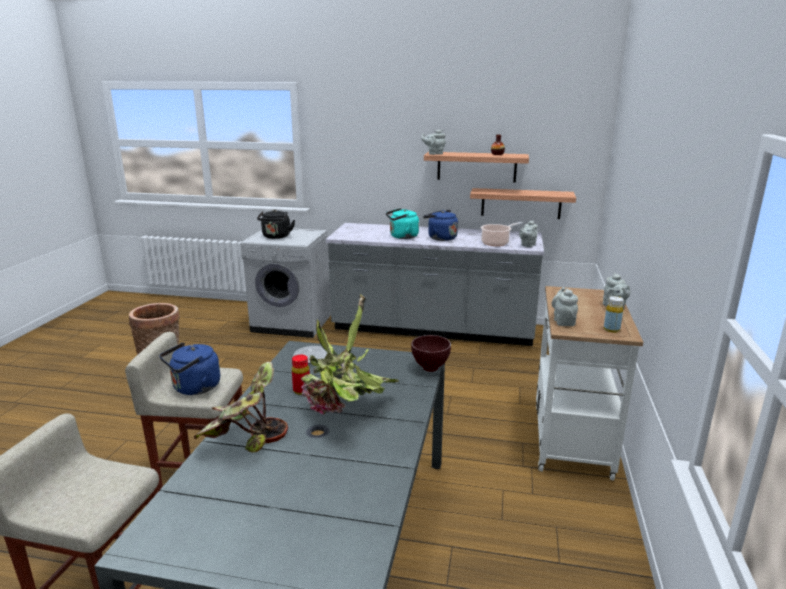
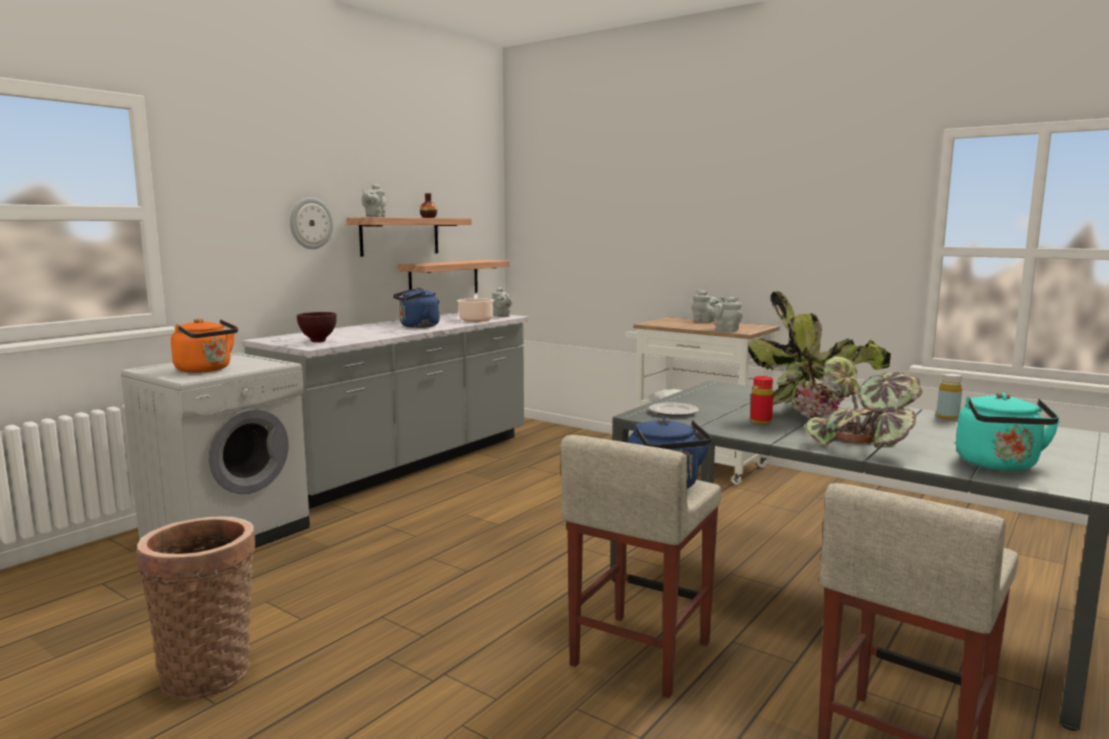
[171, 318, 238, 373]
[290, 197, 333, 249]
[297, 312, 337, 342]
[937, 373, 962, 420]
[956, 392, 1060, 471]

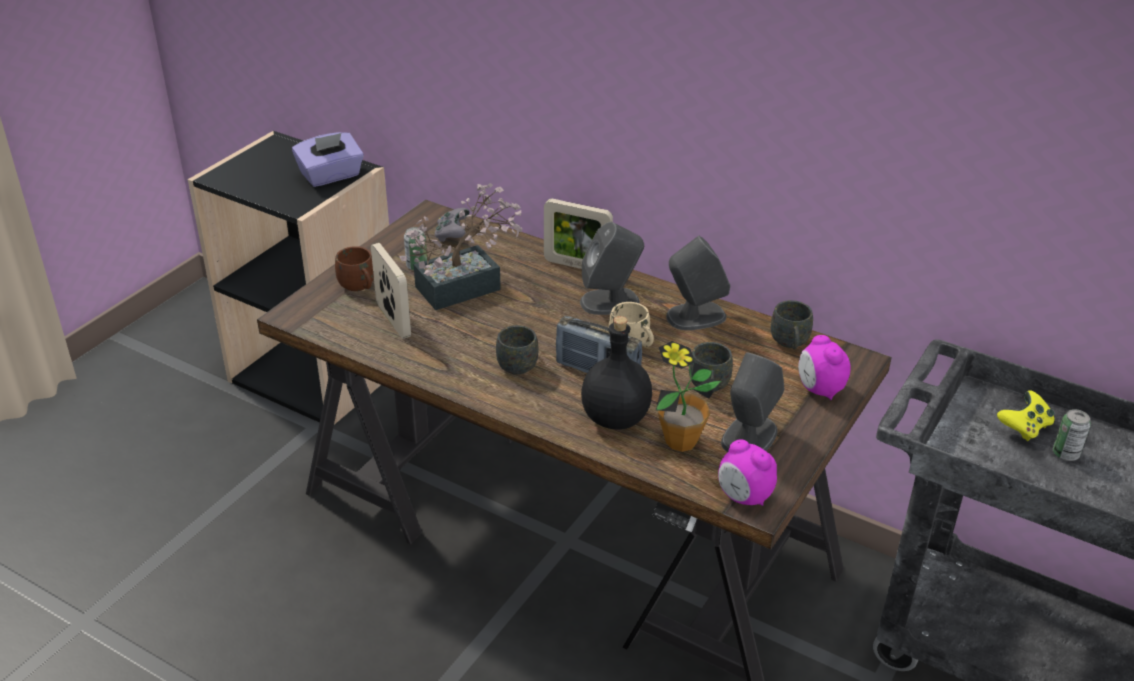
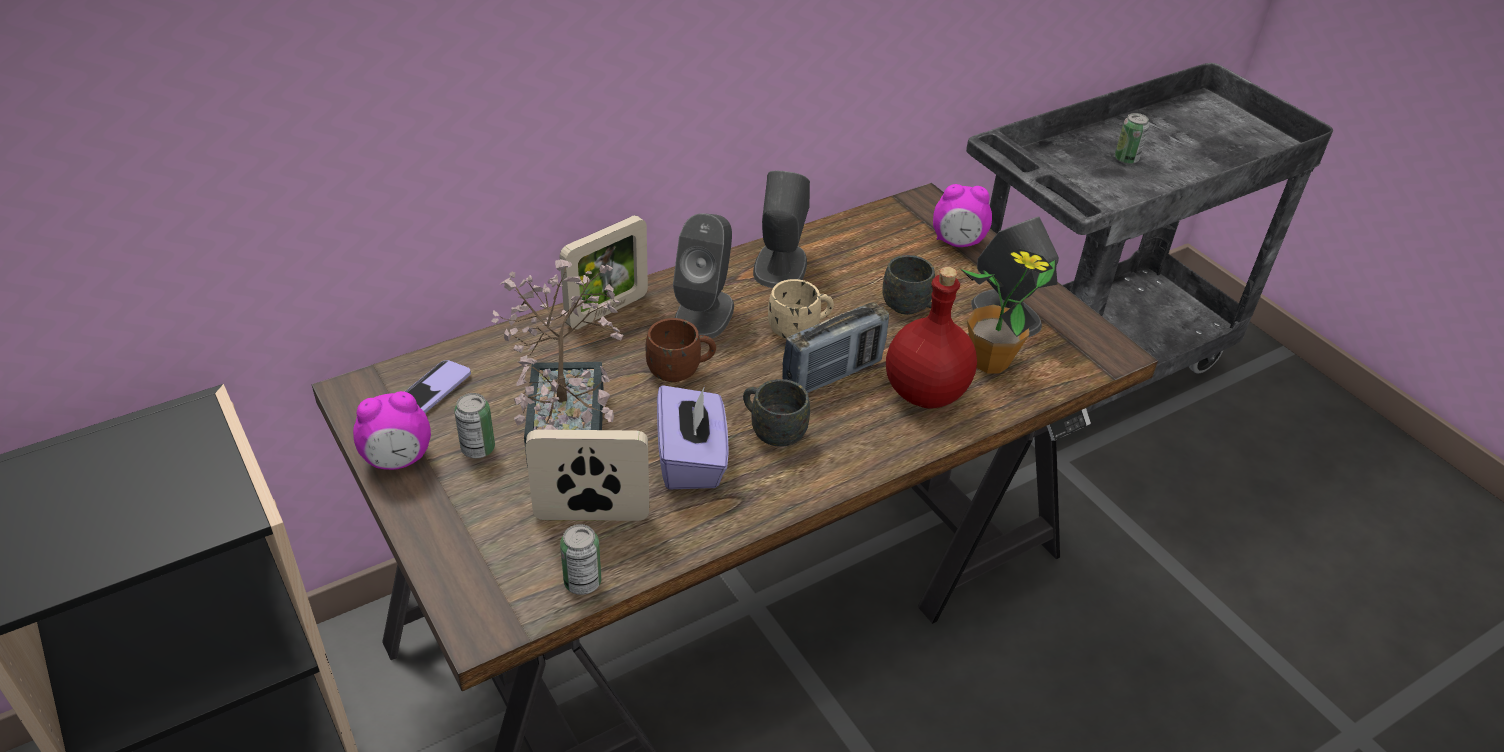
[353, 391, 431, 470]
[405, 360, 471, 413]
[560, 524, 601, 595]
[646, 318, 716, 382]
[657, 385, 729, 490]
[886, 267, 977, 409]
[771, 300, 813, 349] (first image)
[997, 390, 1055, 441] (first image)

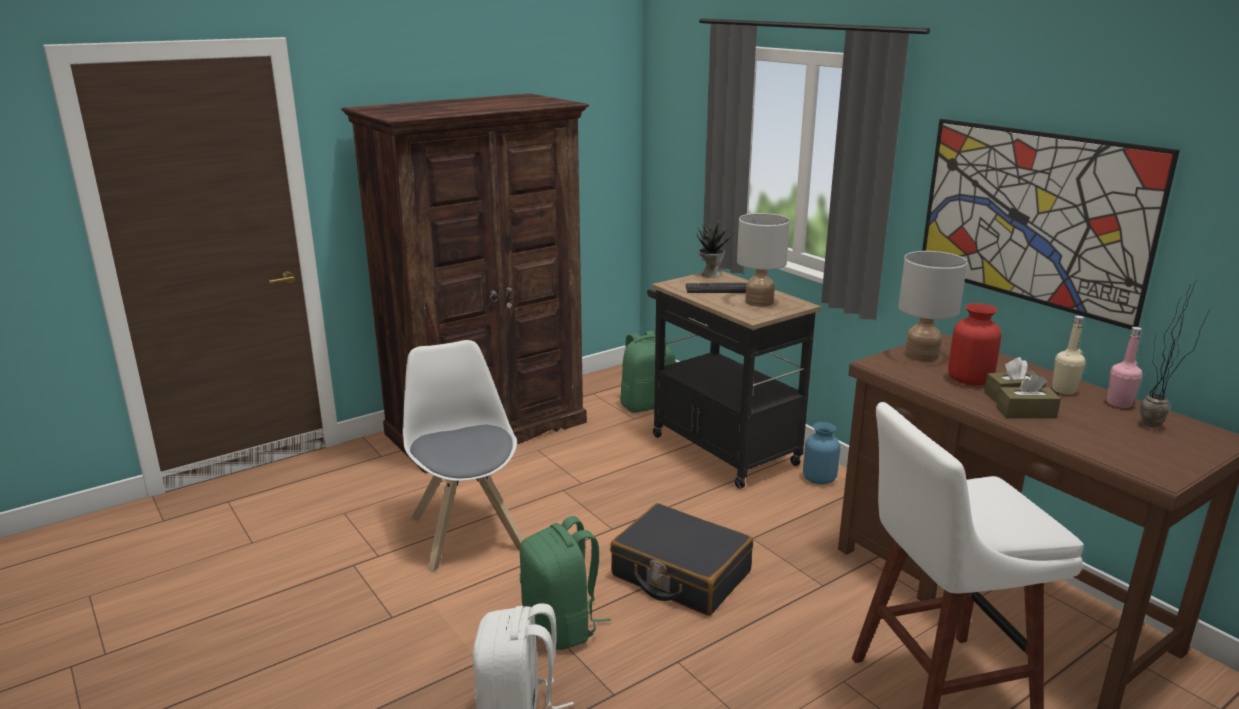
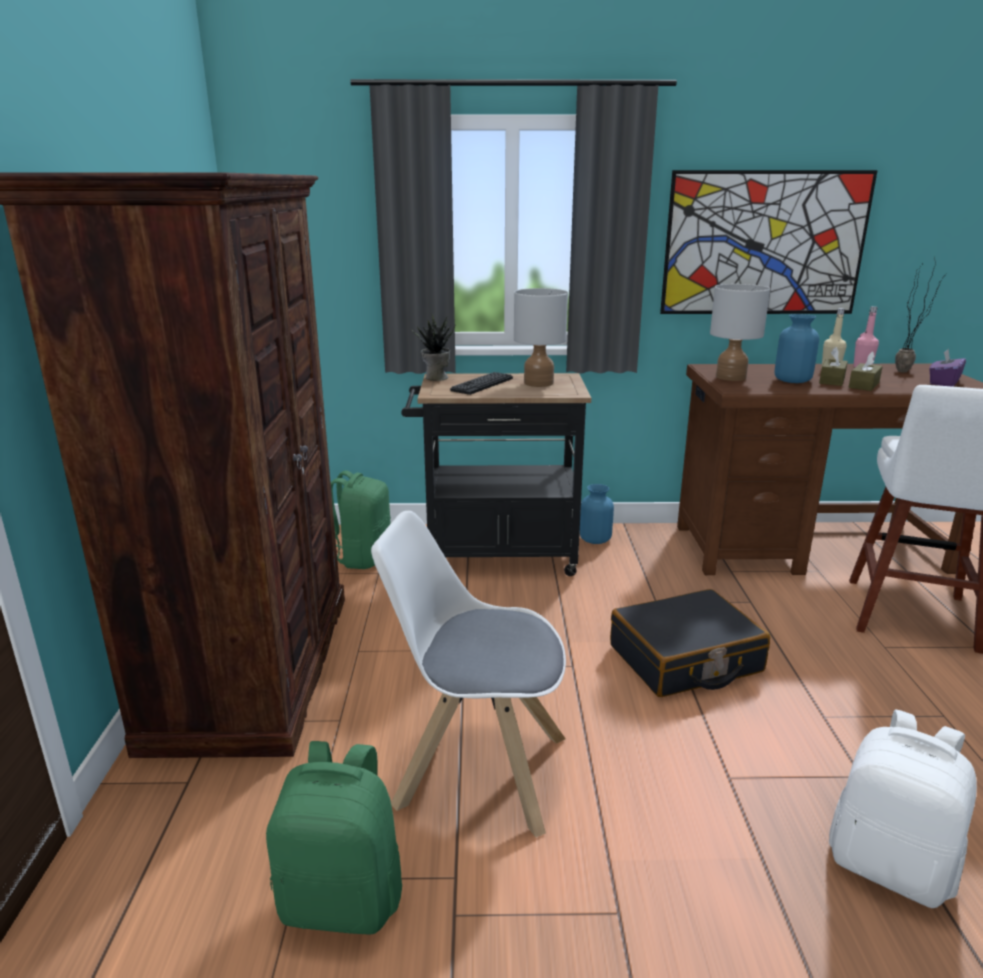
[266, 741, 402, 935]
[775, 314, 819, 383]
[929, 349, 966, 387]

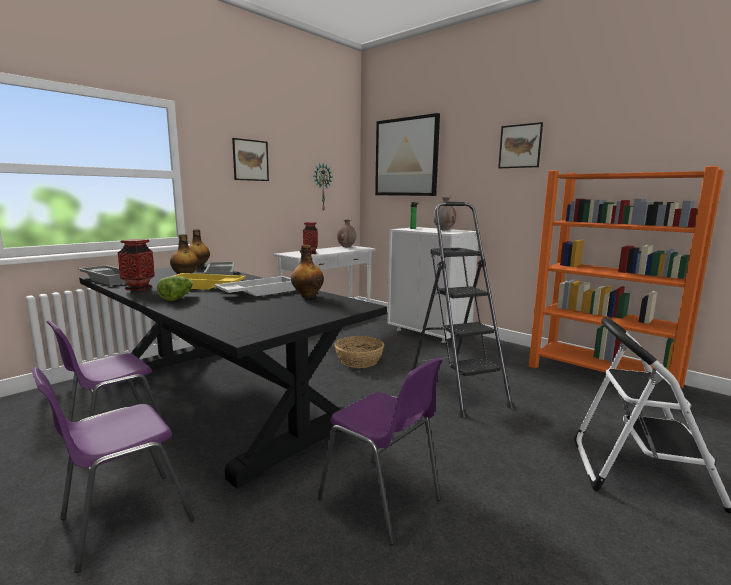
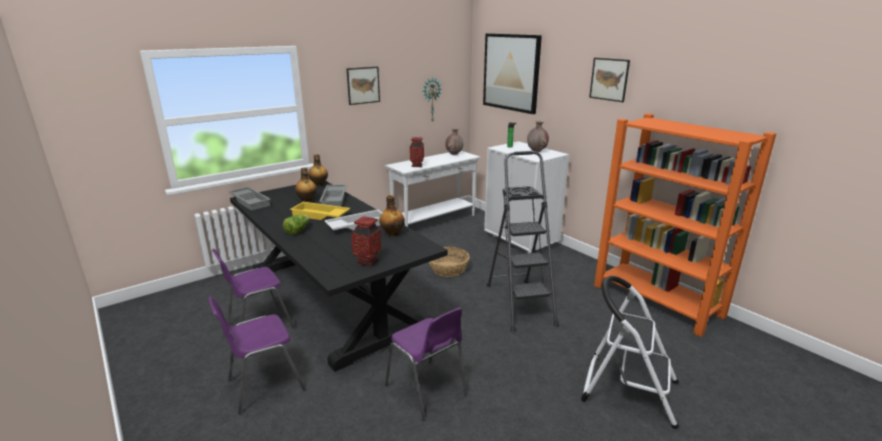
[351, 216, 381, 267]

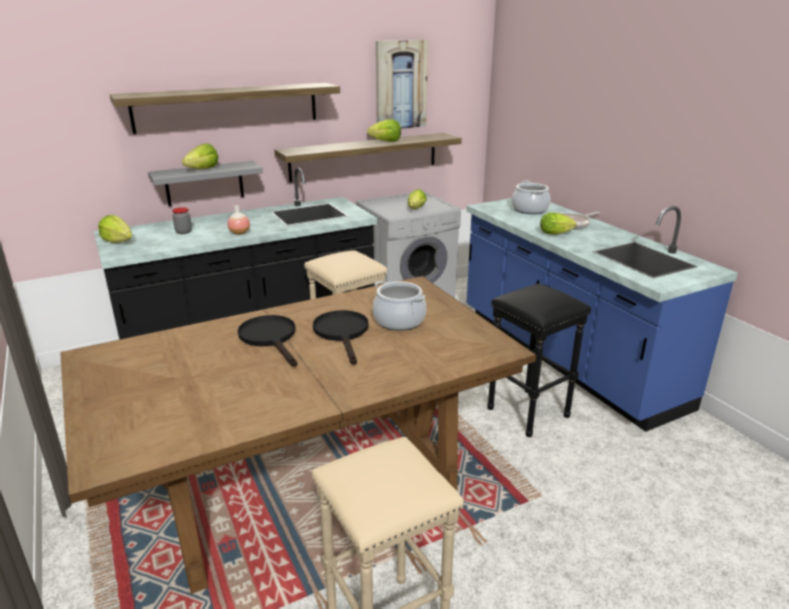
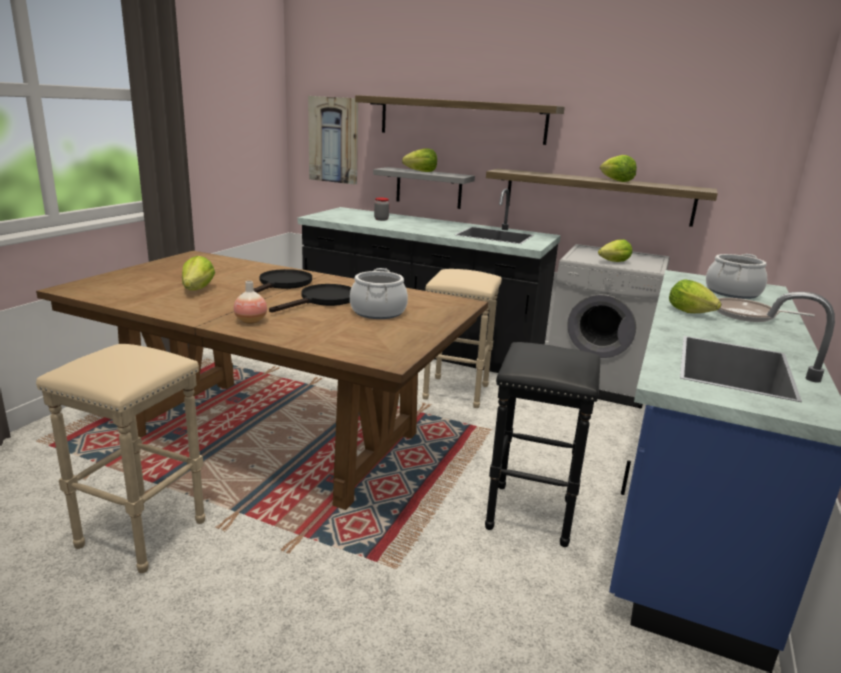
[182, 256, 215, 290]
[234, 281, 267, 324]
[308, 96, 358, 184]

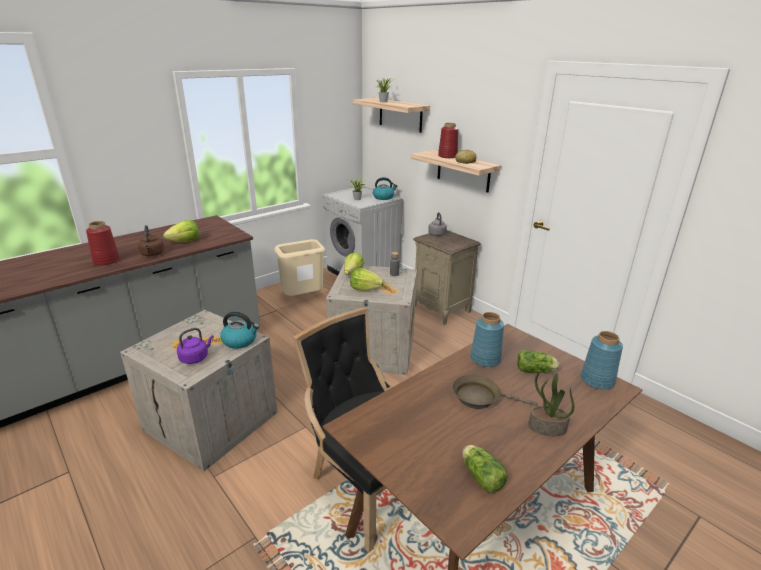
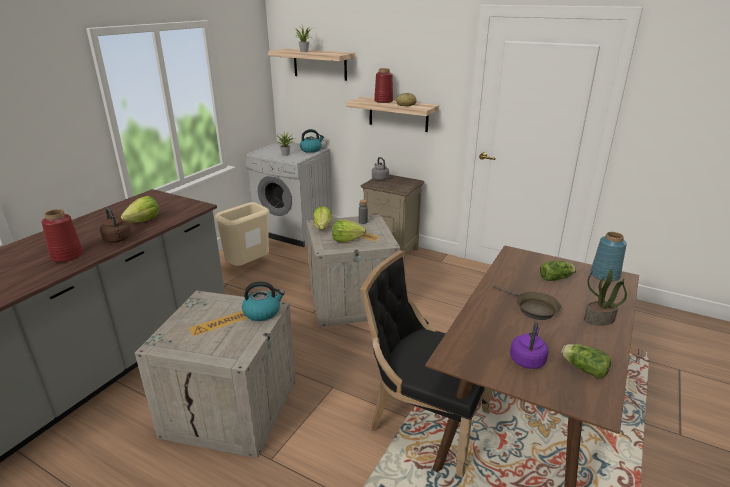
[493, 285, 561, 320]
[510, 322, 548, 369]
[470, 312, 504, 367] (first image)

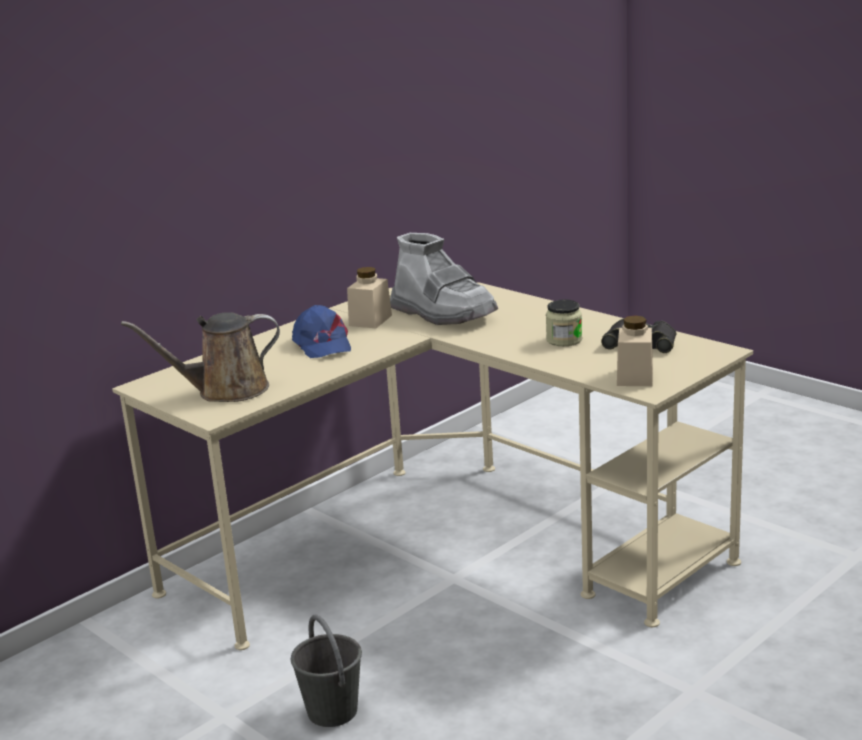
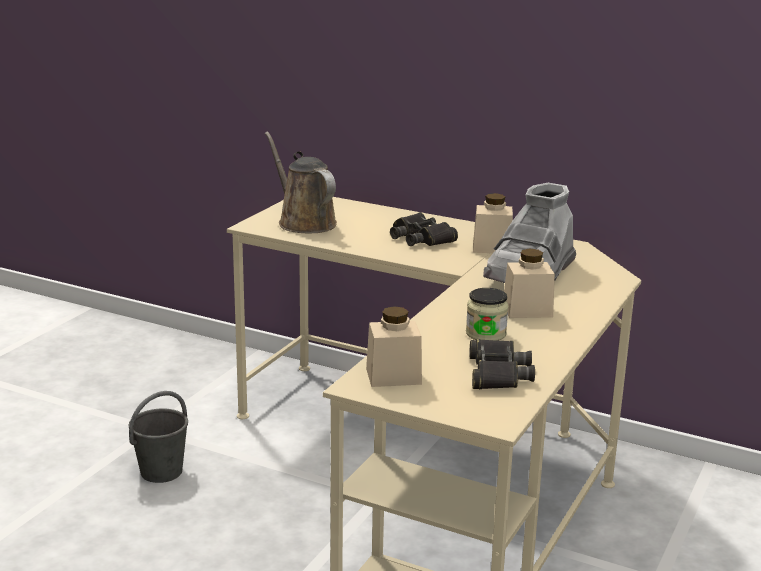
[390, 212, 458, 246]
[504, 248, 555, 318]

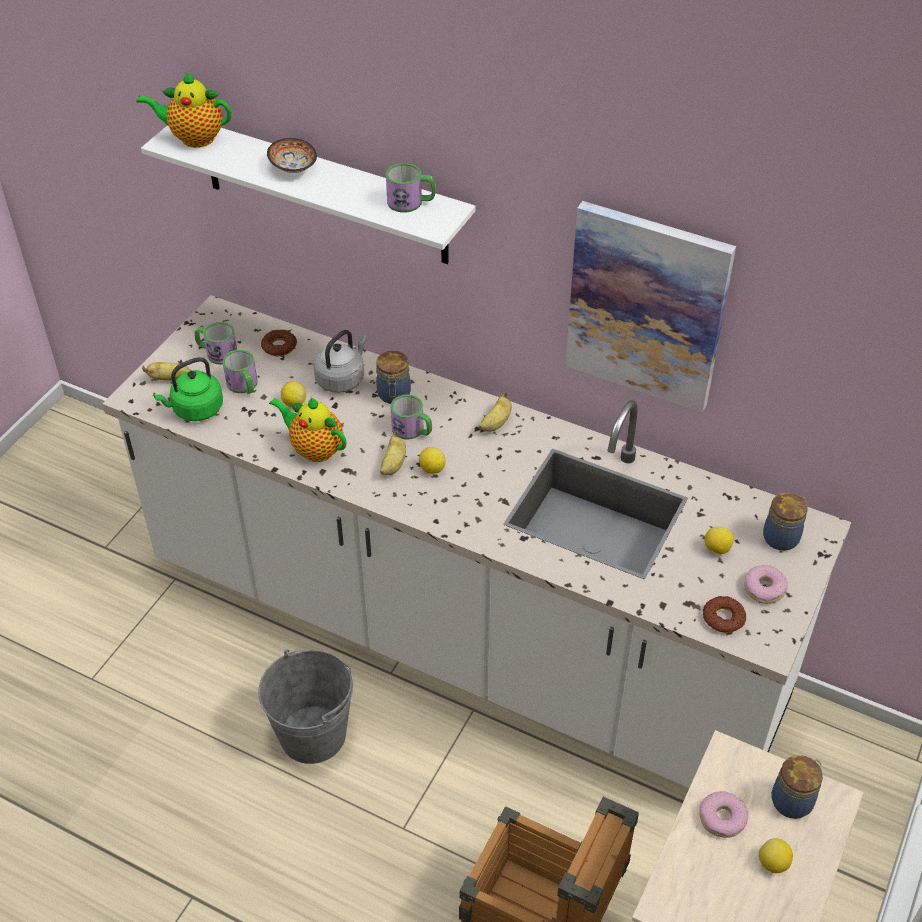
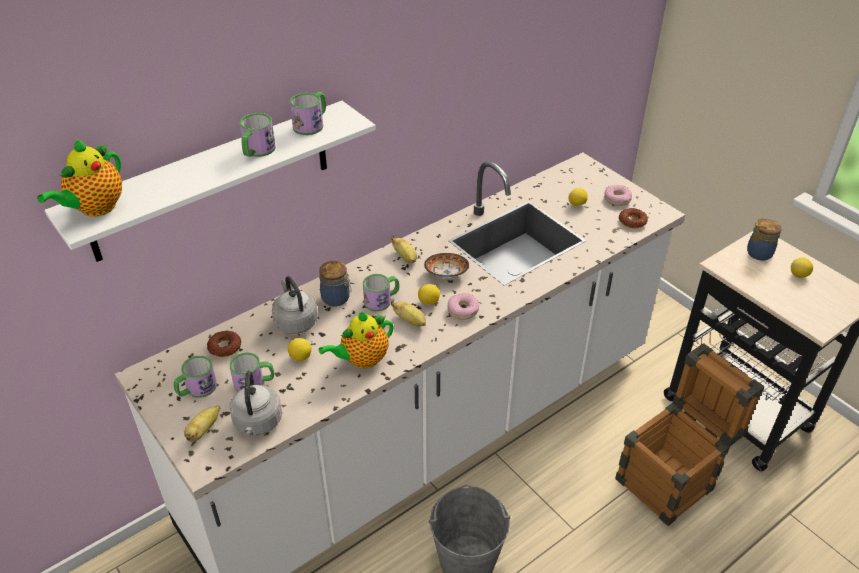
[230, 371, 282, 435]
[240, 113, 276, 157]
[424, 253, 469, 278]
[447, 293, 479, 320]
[565, 201, 736, 413] (first image)
[763, 493, 807, 551] (first image)

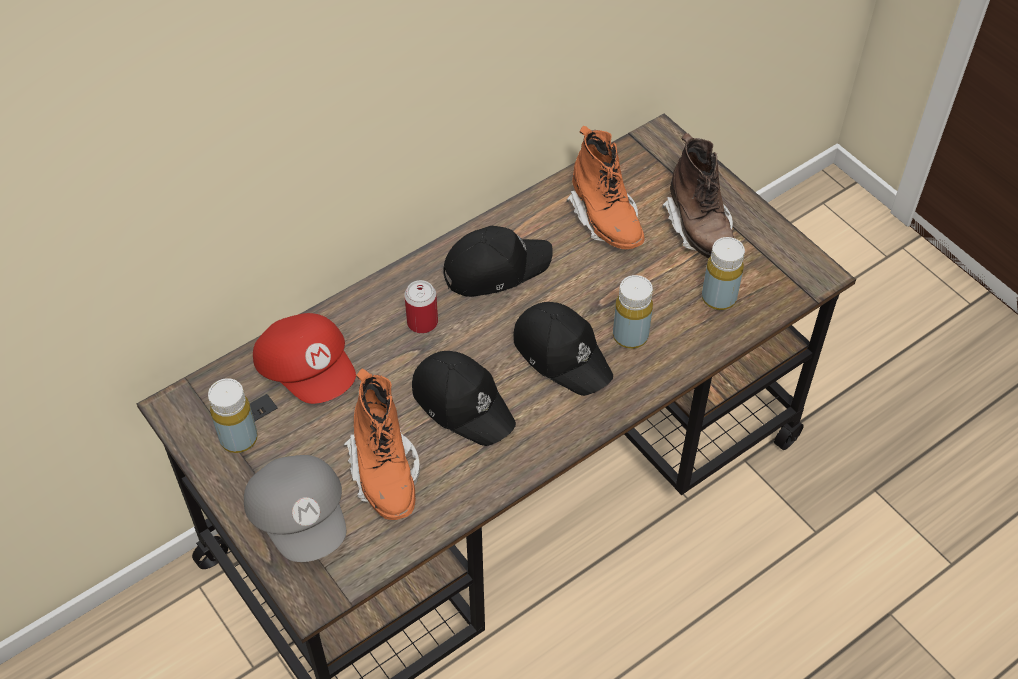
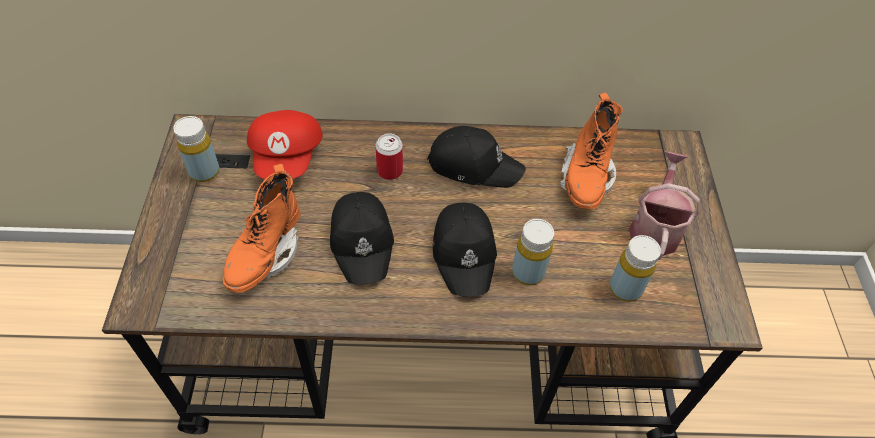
[629, 151, 700, 260]
[244, 455, 346, 562] (first image)

